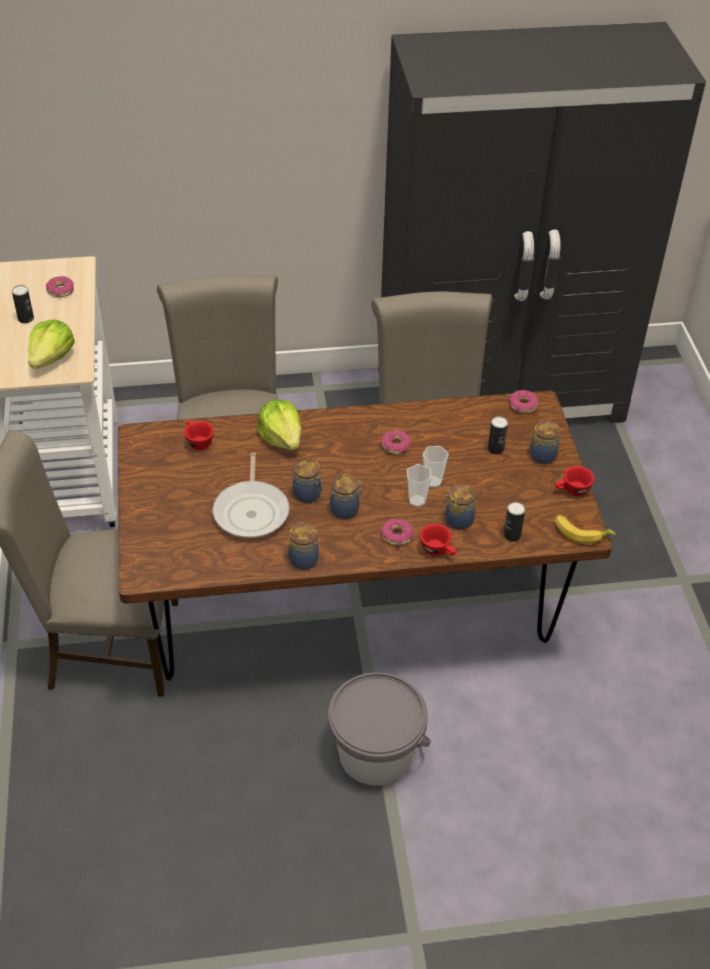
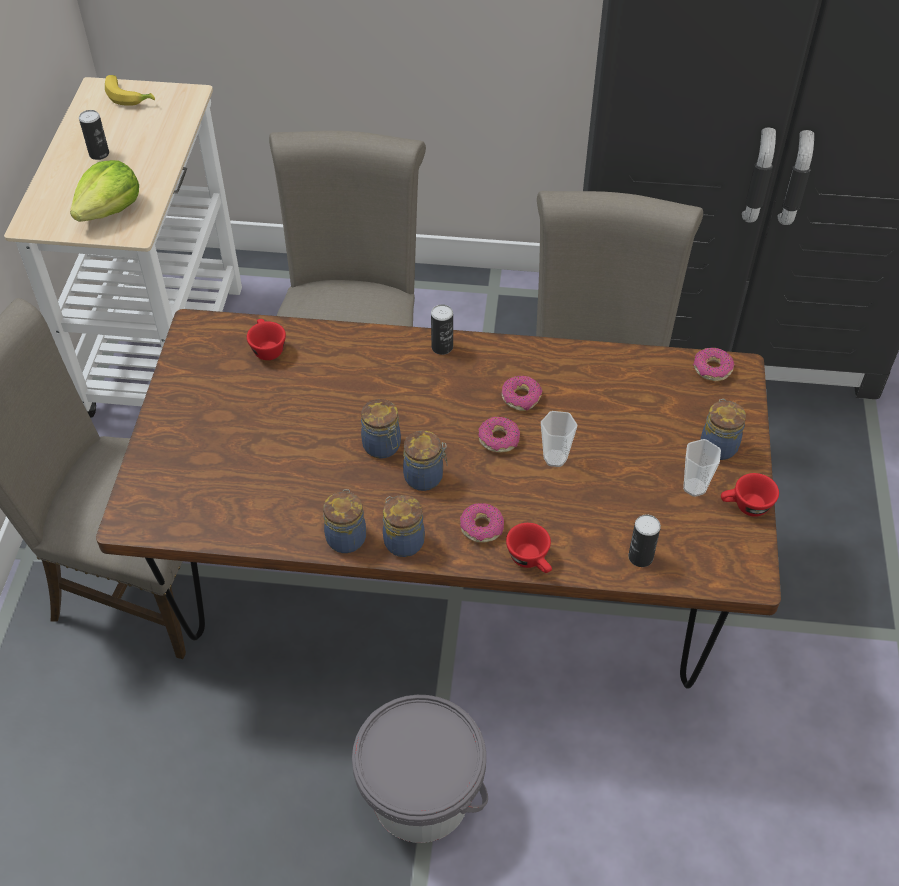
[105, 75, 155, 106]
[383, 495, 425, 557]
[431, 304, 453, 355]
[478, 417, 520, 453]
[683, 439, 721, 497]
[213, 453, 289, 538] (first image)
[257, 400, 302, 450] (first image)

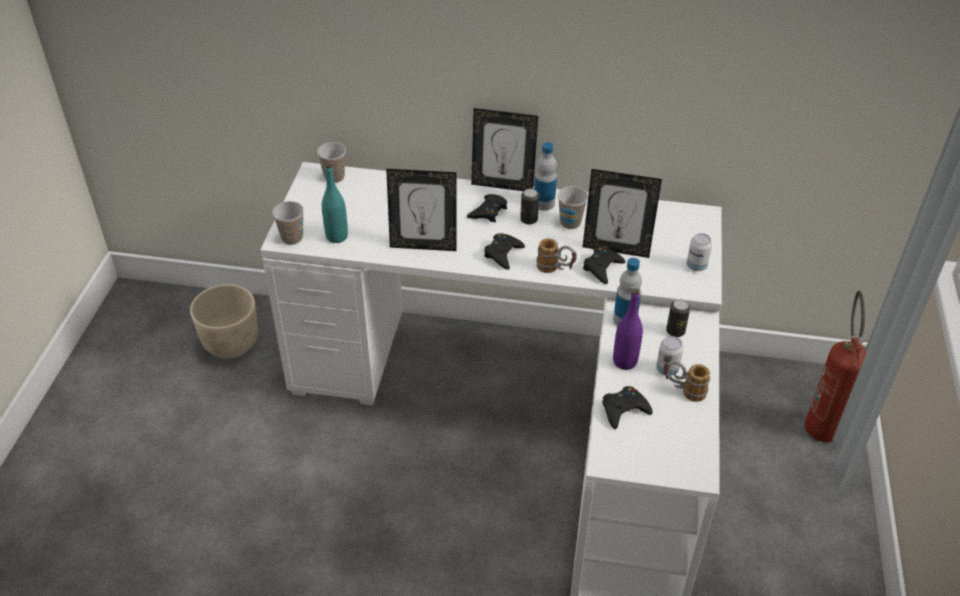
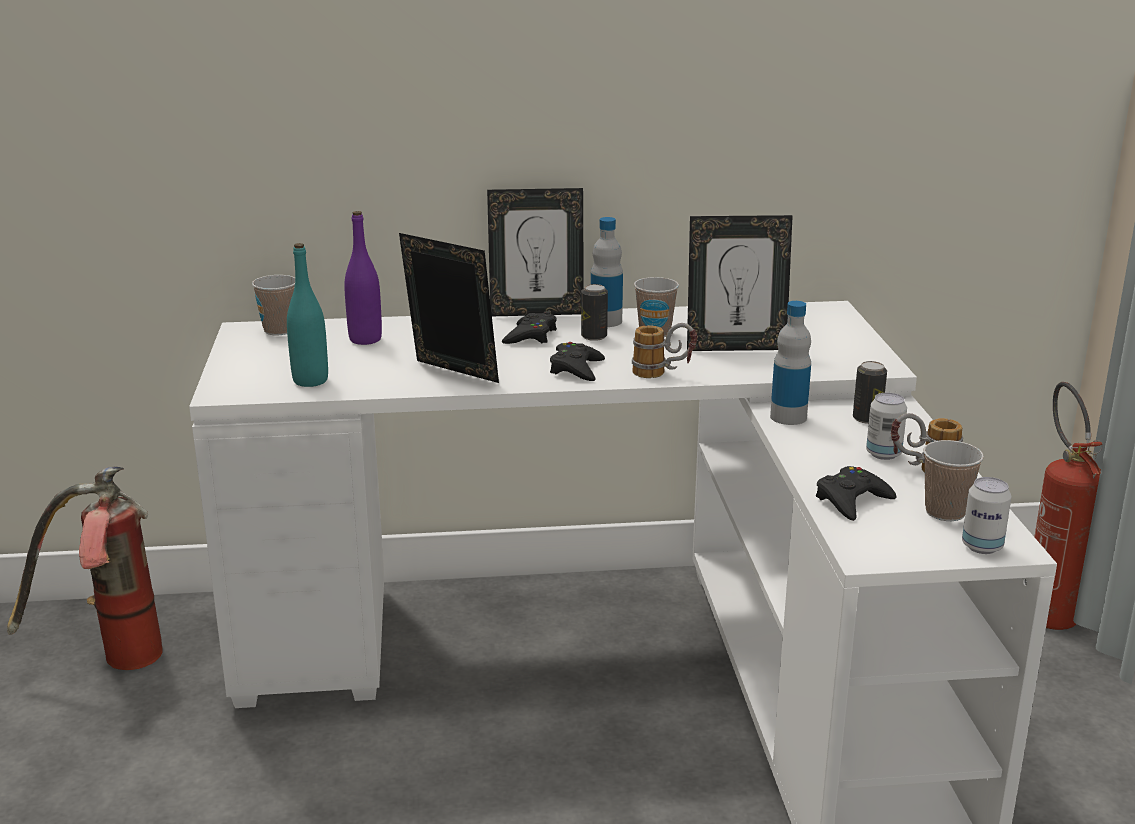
[7, 466, 163, 670]
[344, 211, 382, 345]
[399, 233, 499, 383]
[923, 440, 984, 521]
[962, 477, 1011, 554]
[583, 247, 625, 284] (first image)

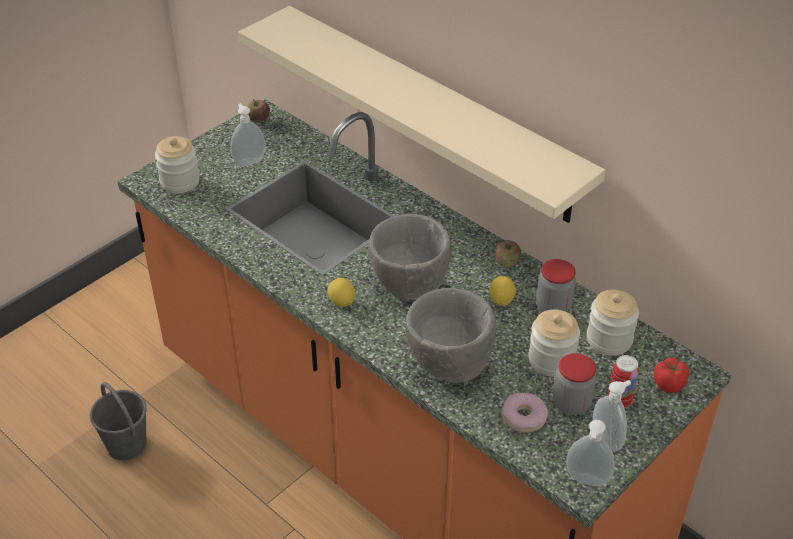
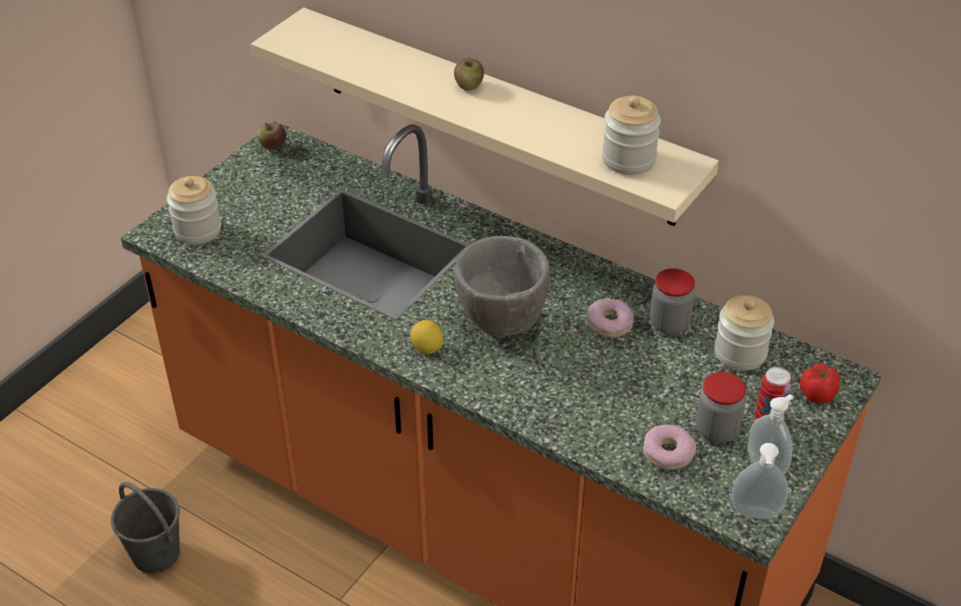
[454, 58, 484, 91]
[587, 298, 634, 338]
[602, 96, 661, 175]
[231, 103, 265, 166] (first image)
[406, 288, 496, 383] (first image)

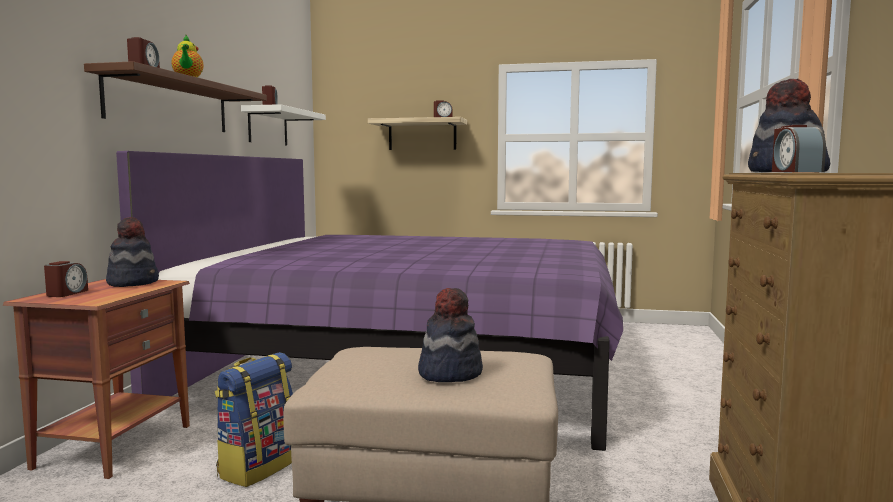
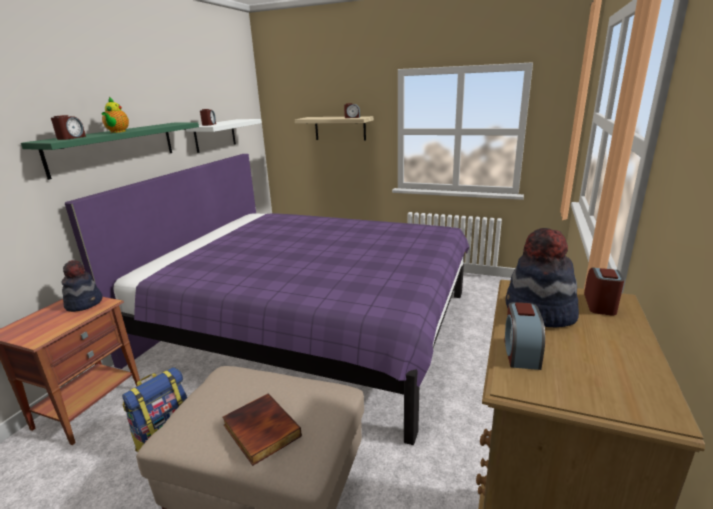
[21, 122, 199, 180]
[222, 394, 302, 466]
[584, 268, 624, 316]

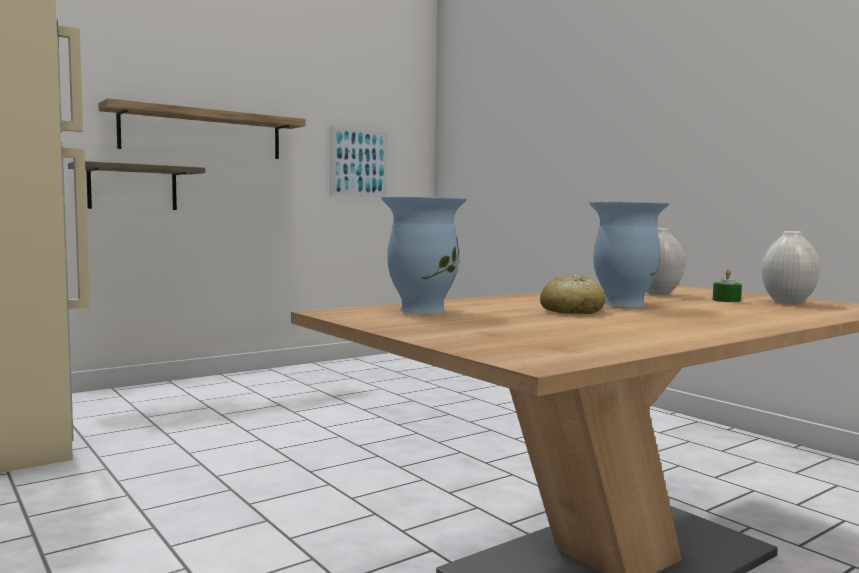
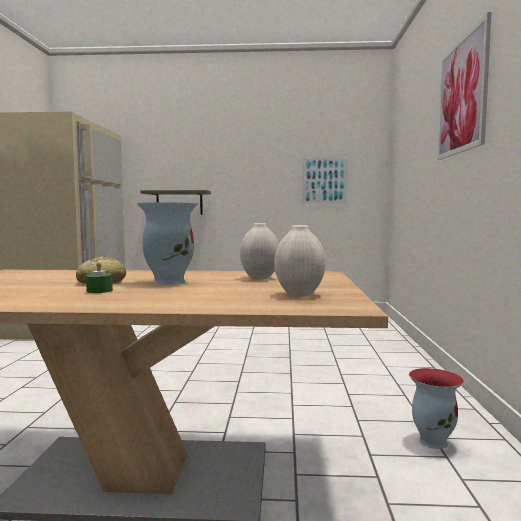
[86, 262, 113, 293]
[409, 368, 464, 449]
[437, 12, 491, 160]
[98, 98, 305, 159] (first image)

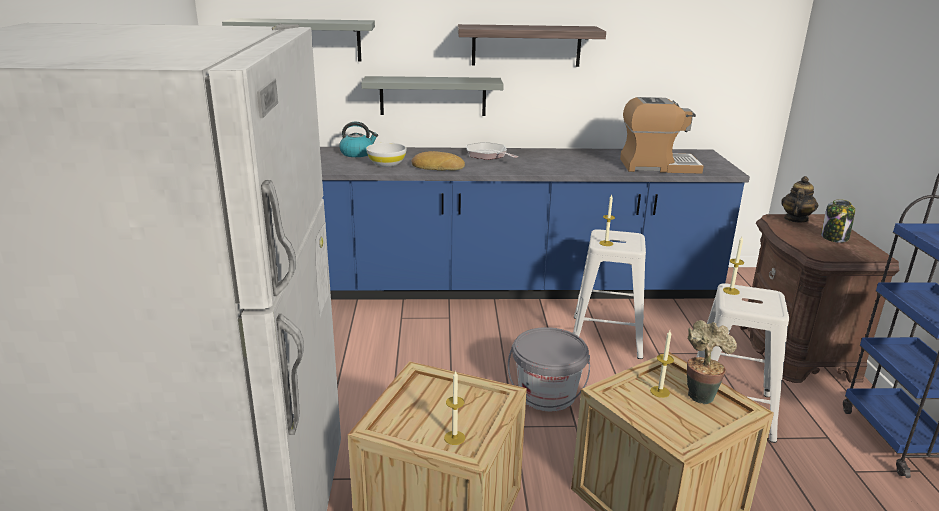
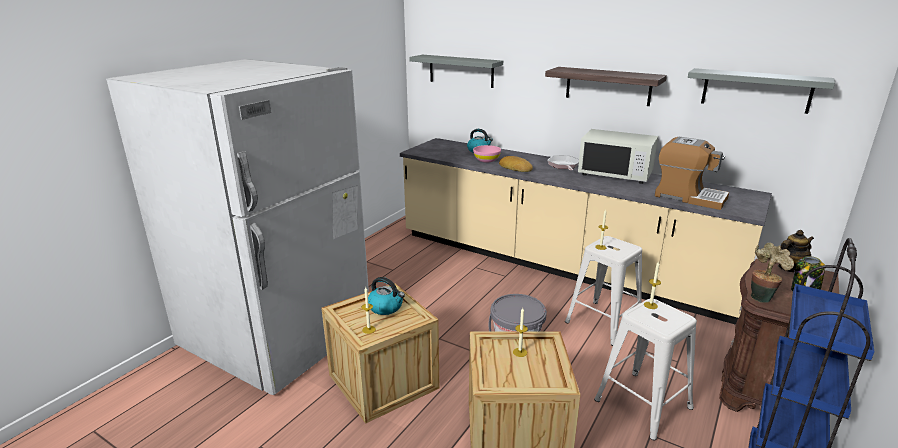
[368, 277, 405, 315]
[400, 138, 772, 325]
[473, 145, 501, 163]
[578, 129, 658, 184]
[688, 68, 835, 114]
[751, 243, 794, 303]

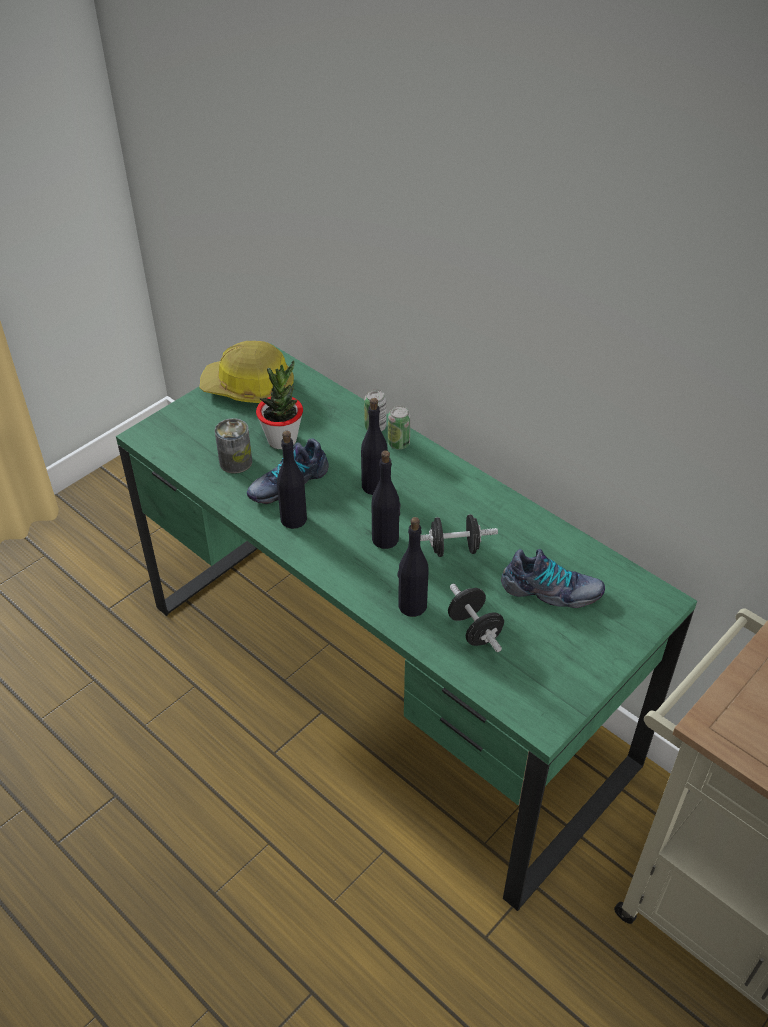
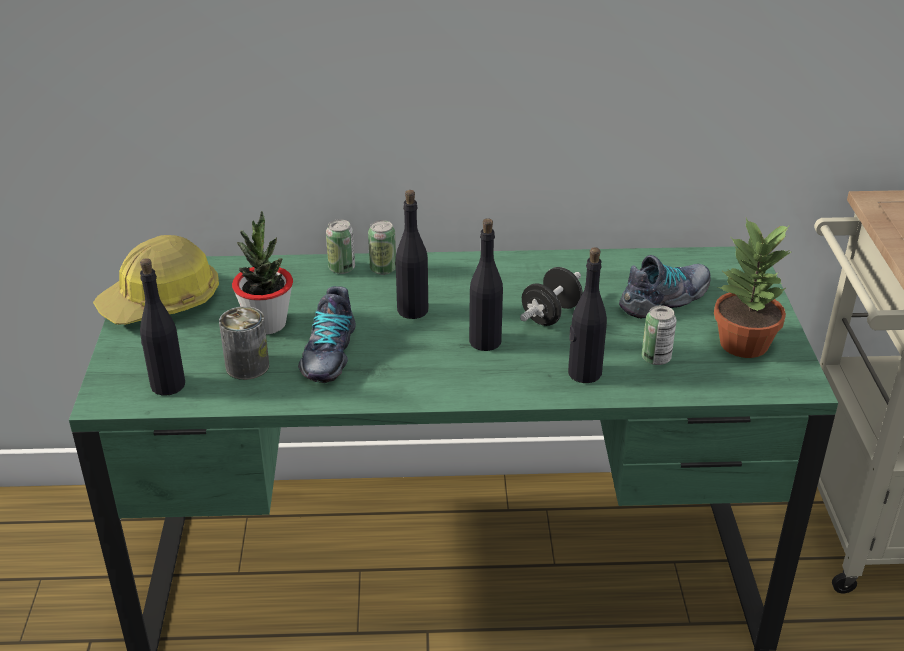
[140, 258, 185, 396]
[642, 305, 677, 365]
[714, 218, 791, 358]

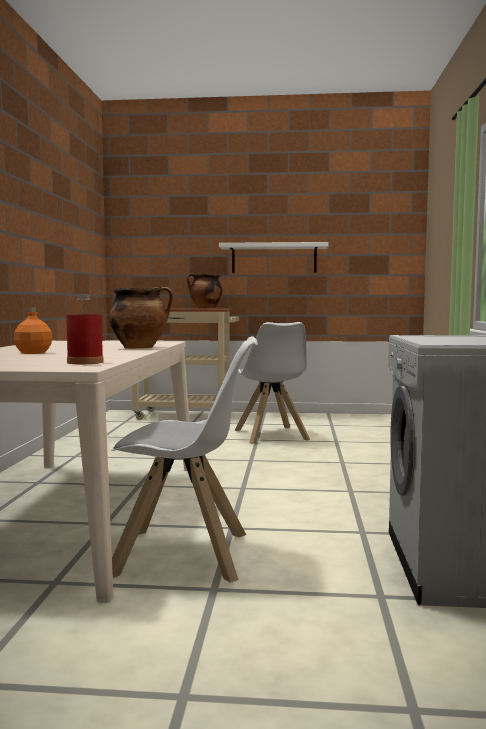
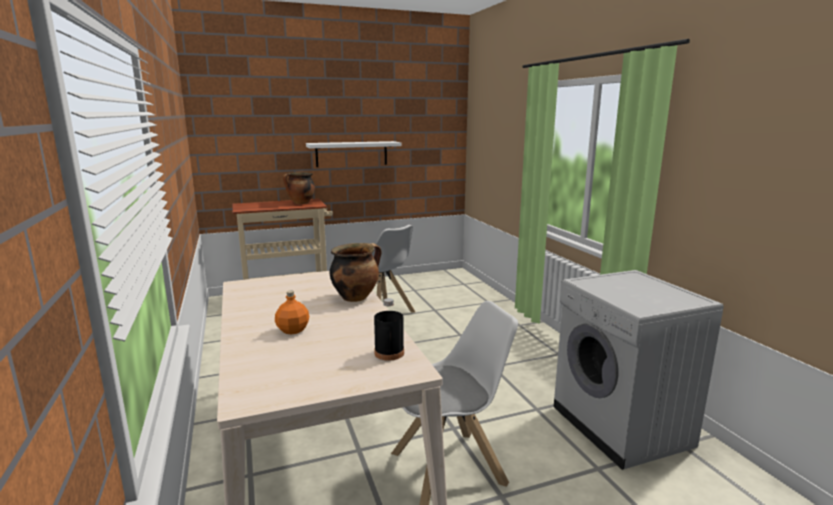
[374, 298, 404, 361]

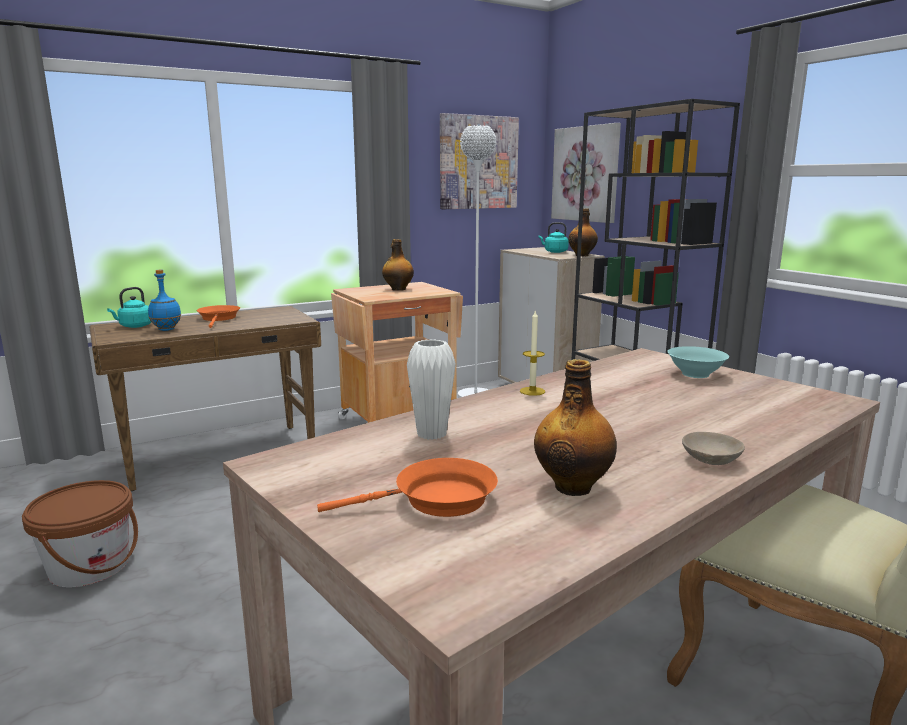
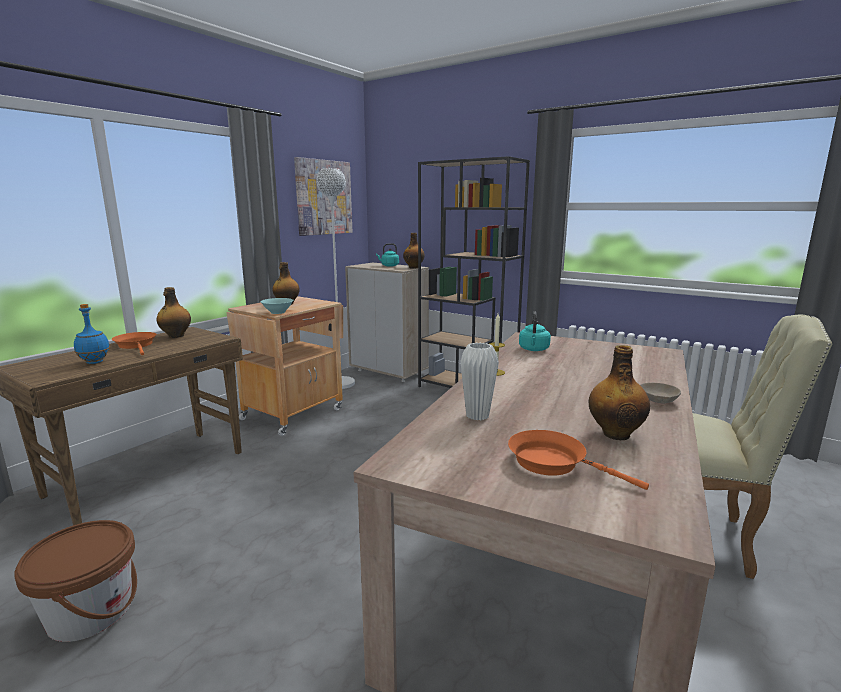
[156, 287, 191, 338]
[260, 298, 293, 314]
[508, 430, 649, 490]
[519, 311, 551, 351]
[551, 123, 621, 223] (first image)

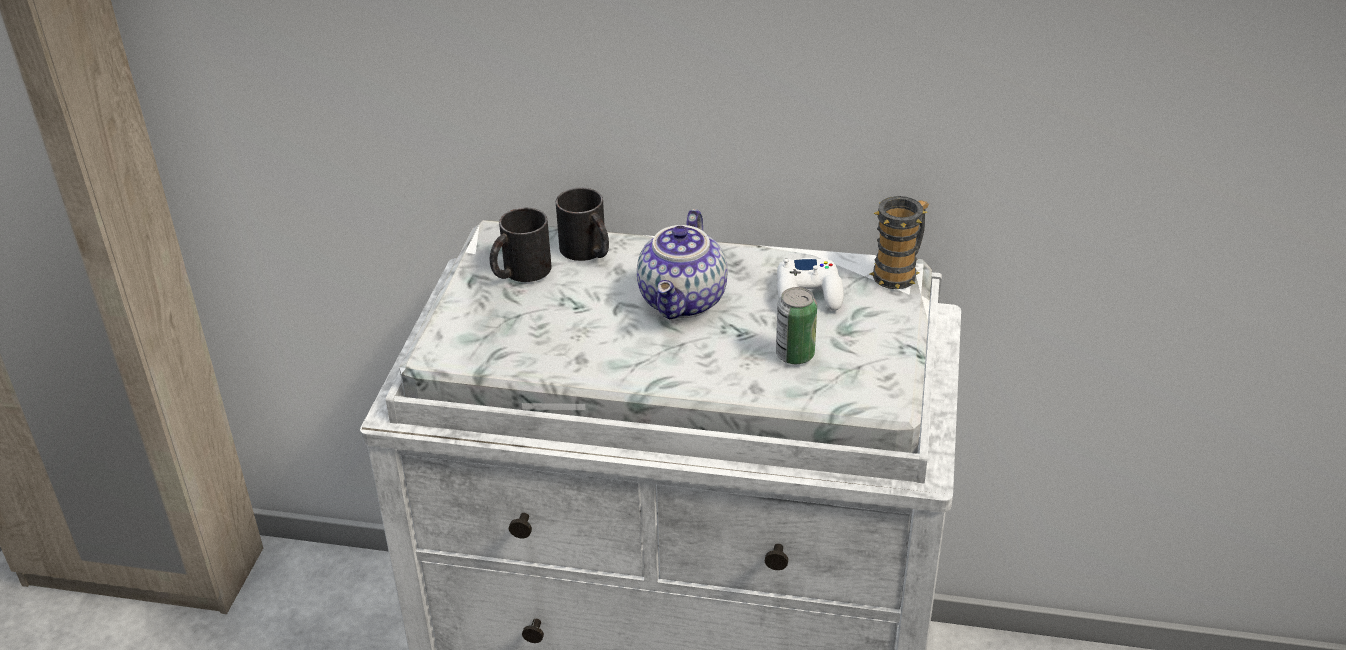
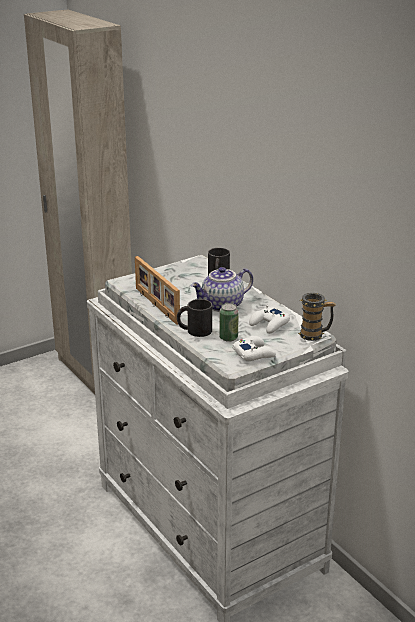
[135, 256, 180, 325]
[177, 299, 212, 337]
[232, 336, 276, 361]

